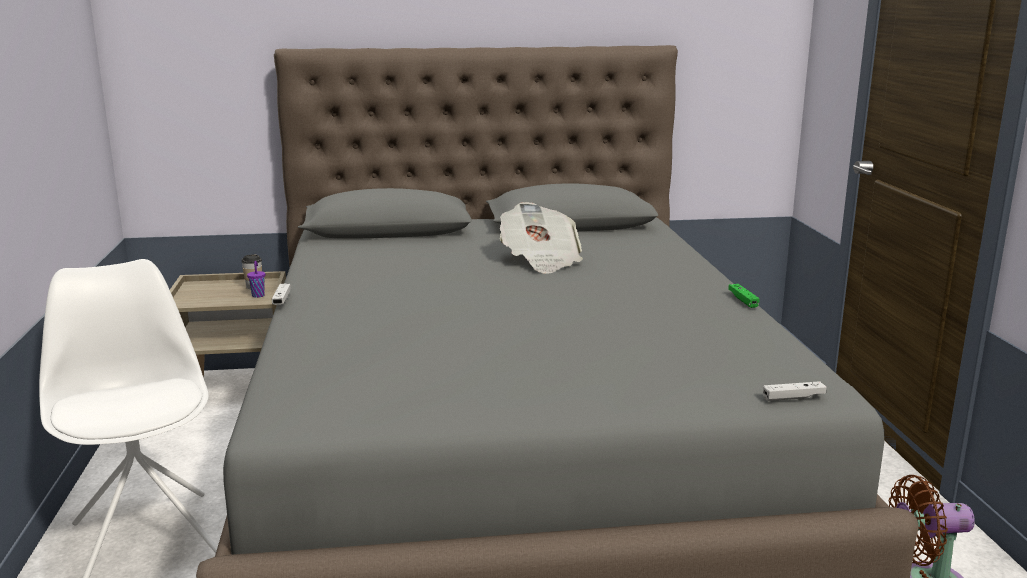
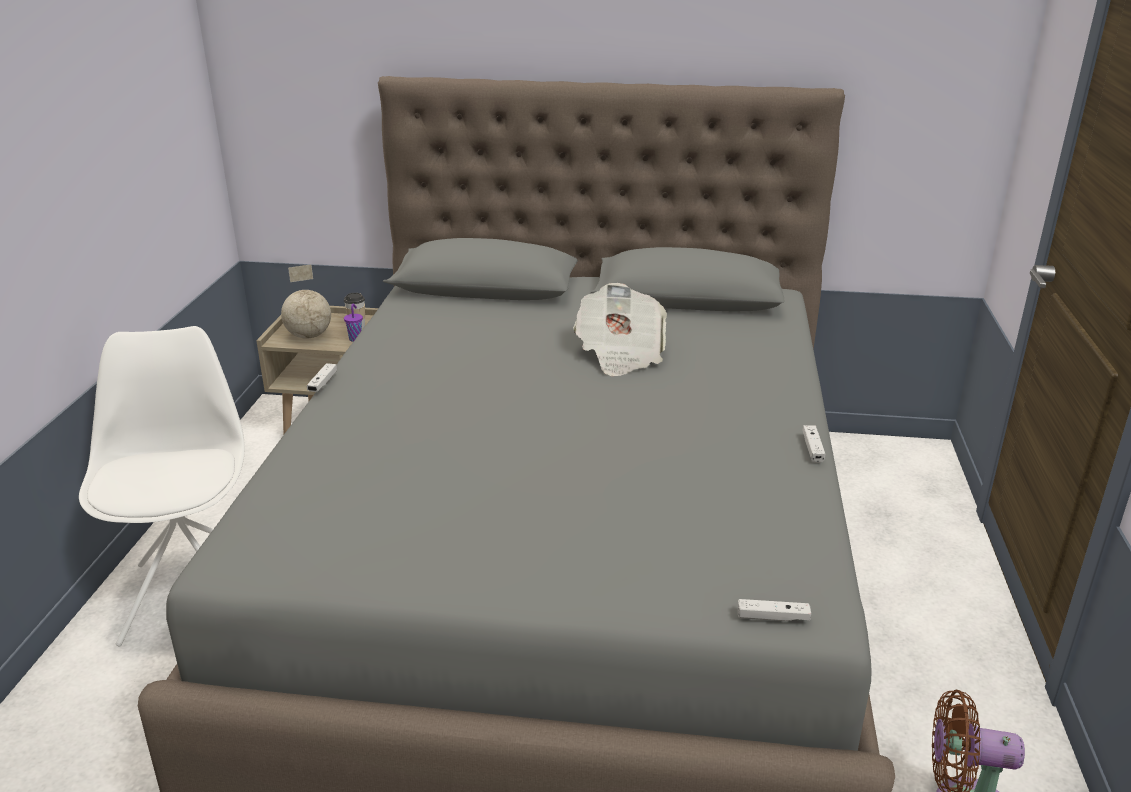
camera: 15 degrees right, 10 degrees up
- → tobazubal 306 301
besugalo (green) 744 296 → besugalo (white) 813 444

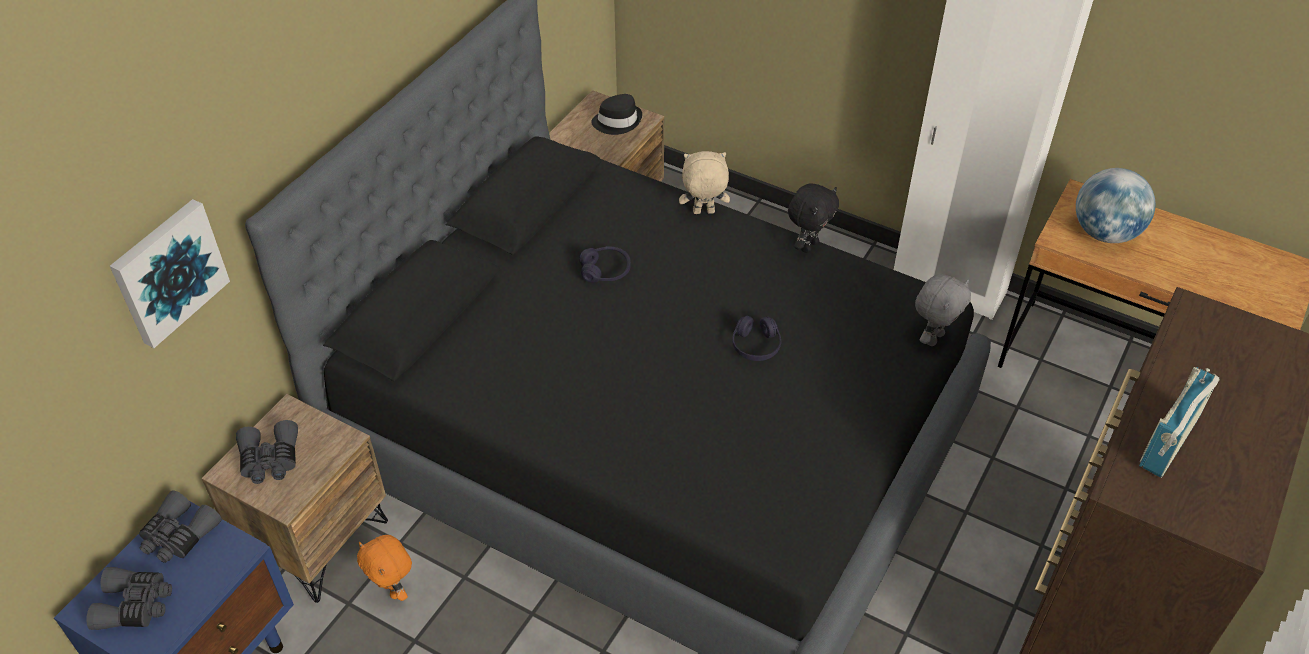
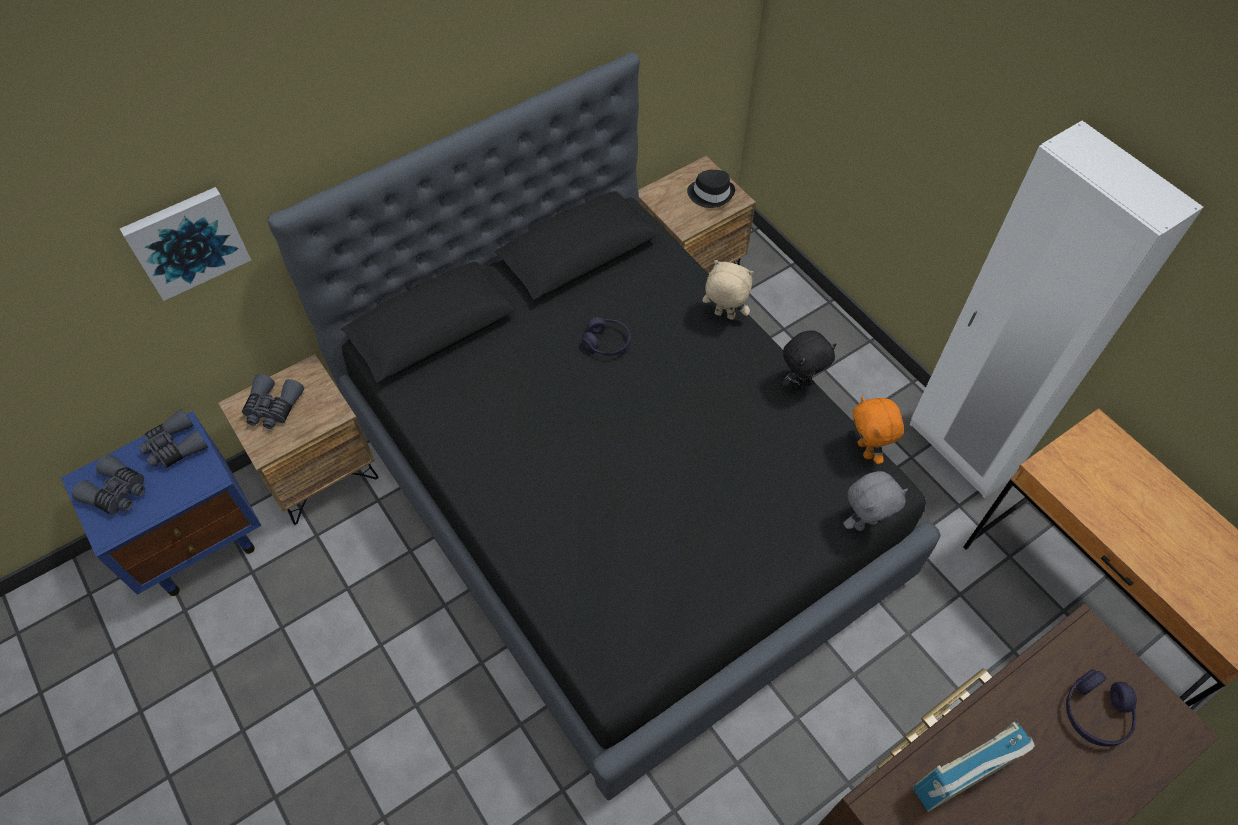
camera: 25 degrees right, 10 degrees up
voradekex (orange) 384 568 → voradekex (orange) 878 430, relocated
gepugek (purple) 757 338 → gepugek (purple) 1101 708, relocated
tobazubal 1115 205 → -

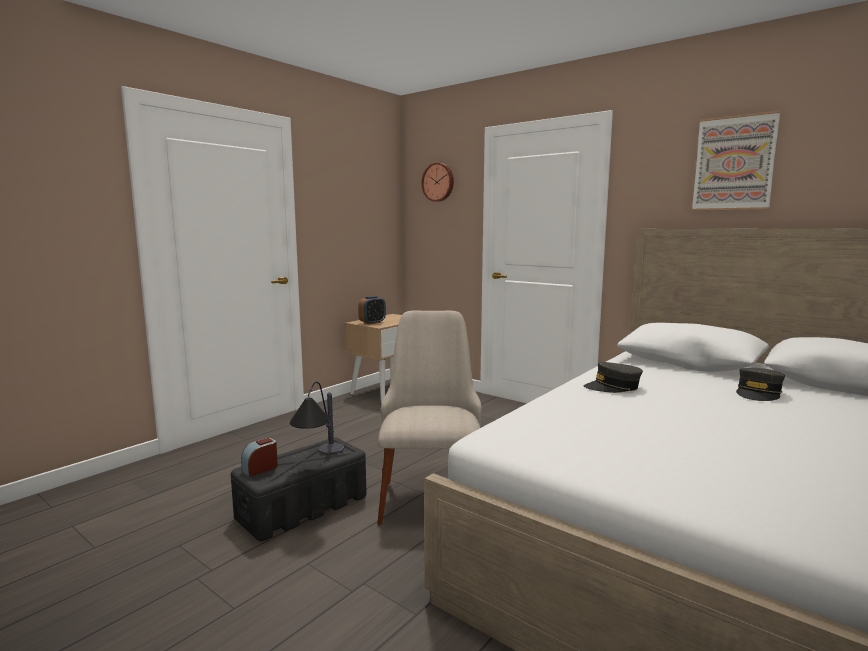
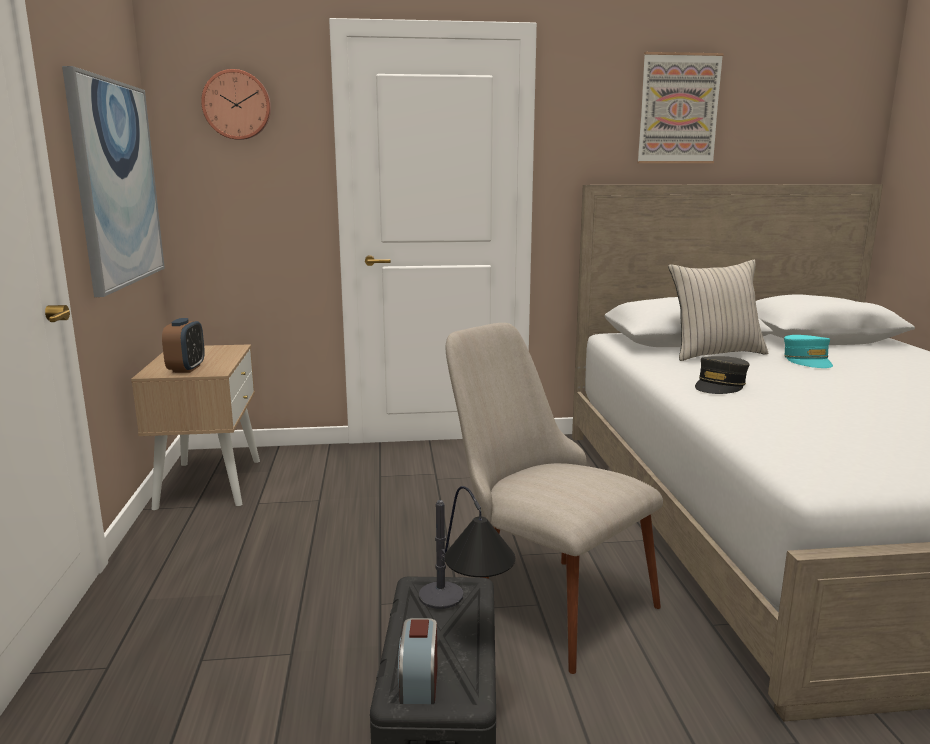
camera: 45 degrees left, 5 degrees up
- → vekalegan 113 181
- → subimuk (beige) 718 310
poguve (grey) 760 384 → poguve (turquoise) 808 351

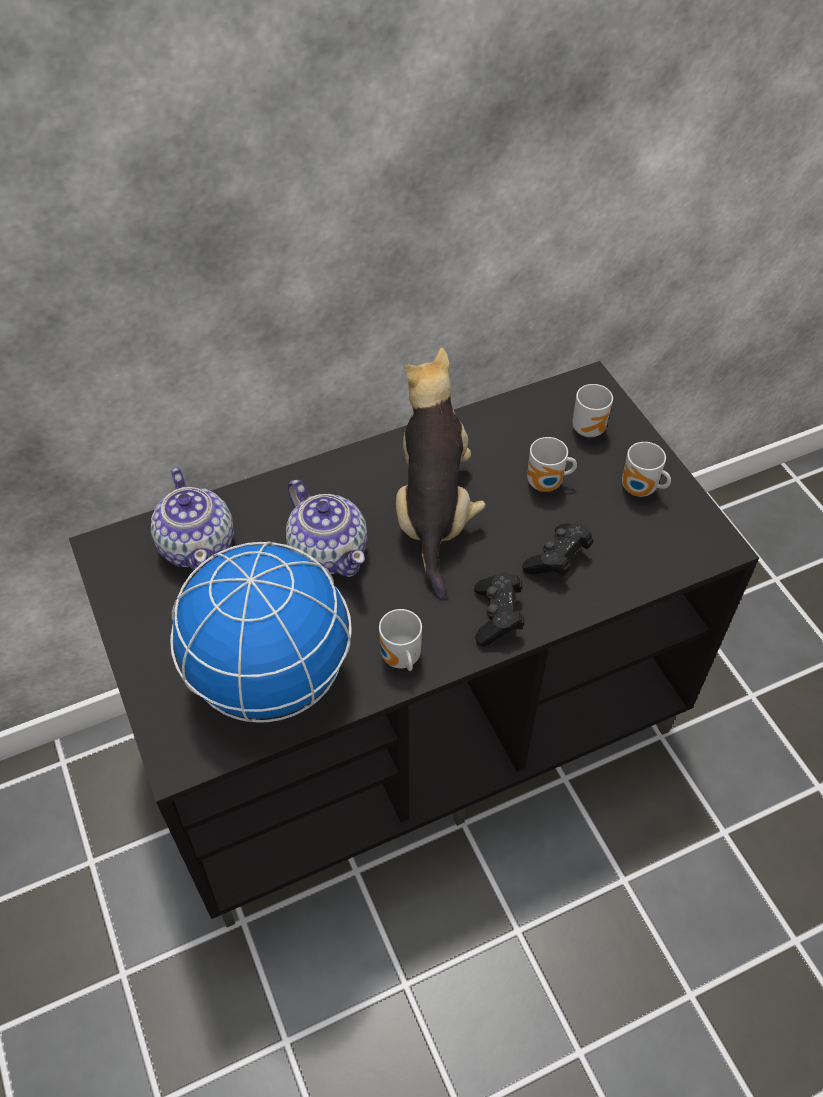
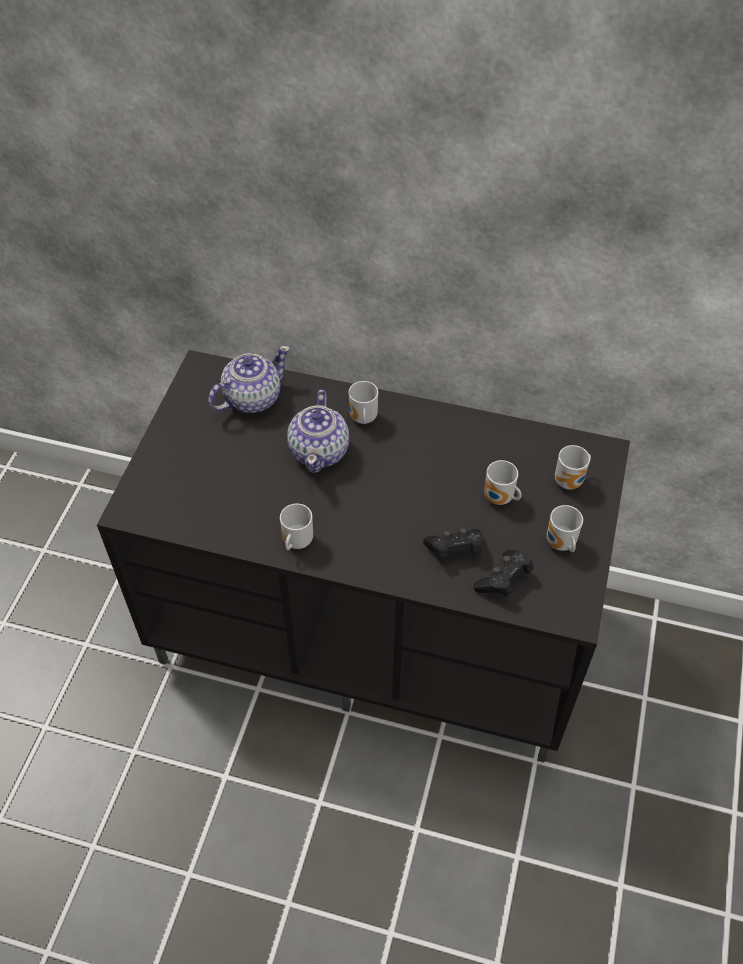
camera: 40 degrees right, 0 degrees up
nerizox 192 520 → nerizox 249 379, 150 degrees counterclockwise
- → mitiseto 363 402
besugalo (black) 499 610 → besugalo (black) 504 573, relocated
tobazubal 261 632 → -
voradekex 441 473 → -

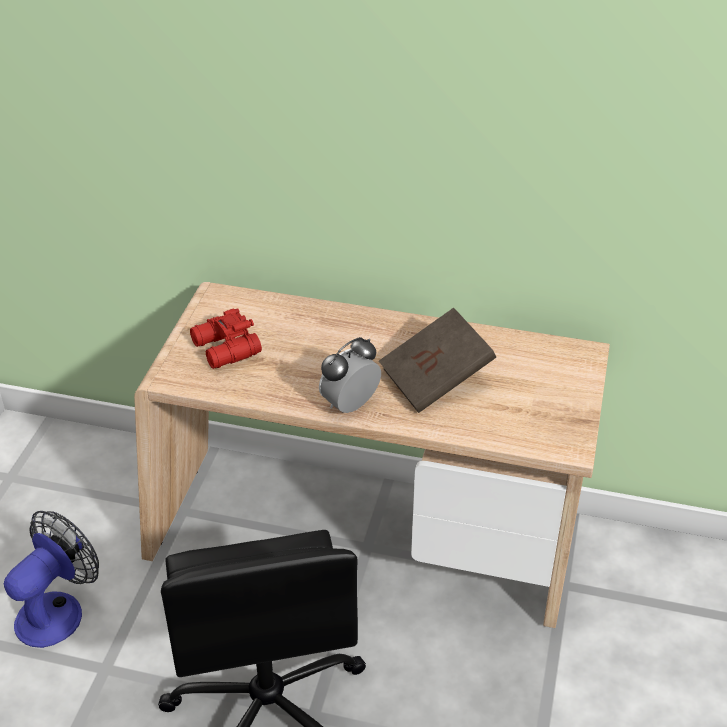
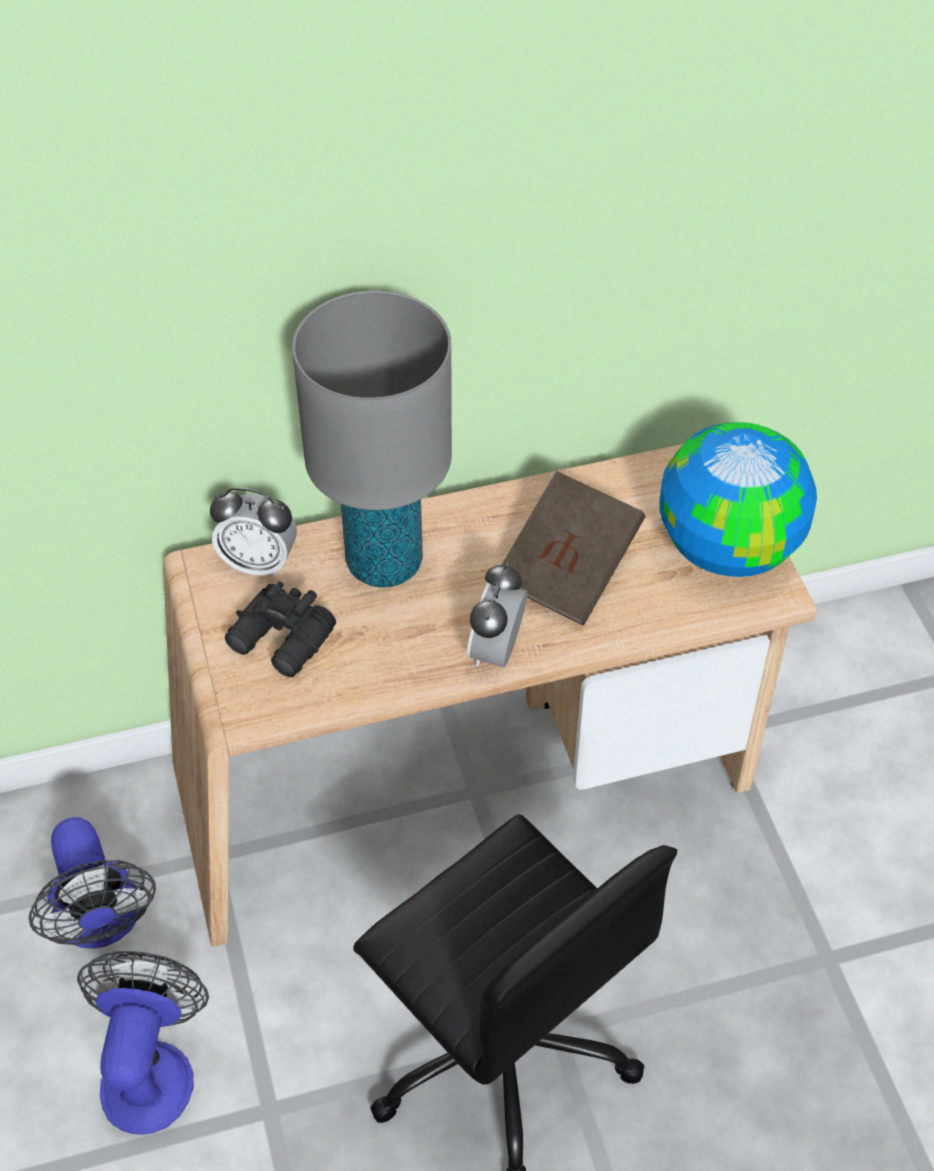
camera: 30 degrees left, 10 degrees up
- → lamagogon 92 883
- → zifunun 253 532
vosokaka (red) 226 338 → vosokaka (black) 280 629
- → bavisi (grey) 372 439
- → tobazubal 738 499

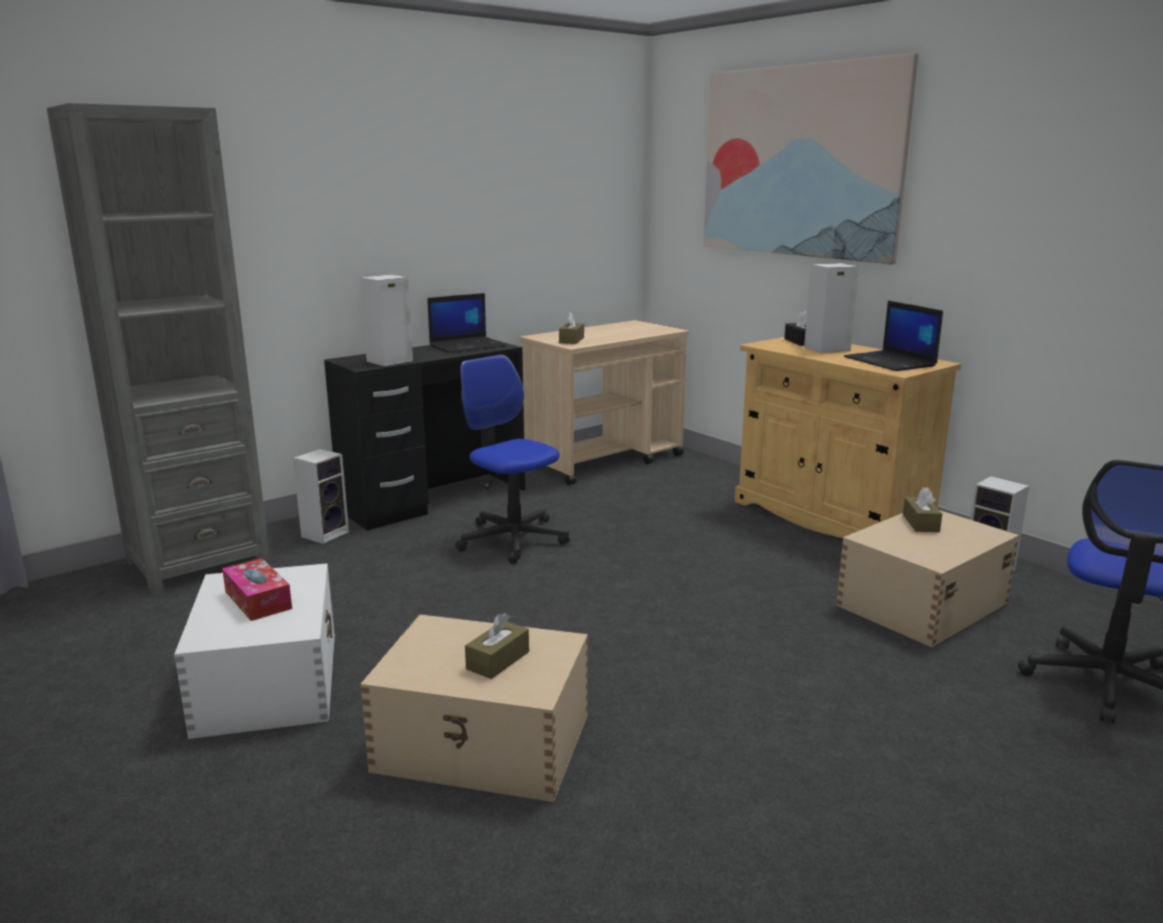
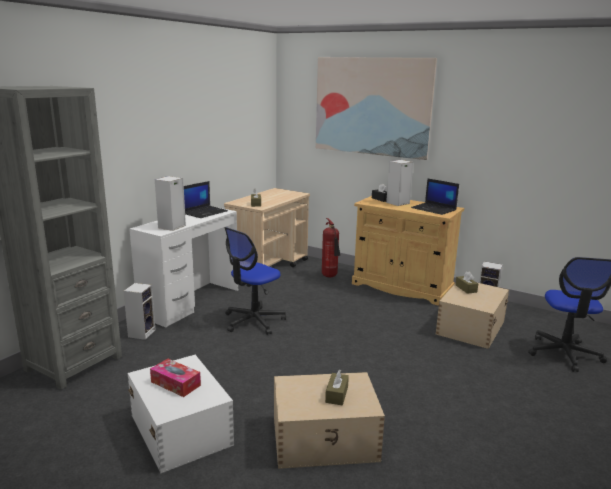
camera: 20 degrees left, 0 degrees up
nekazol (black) 424 435 → nekazol (white) 183 267
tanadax 512 459 → tanadax 255 281, 75 degrees counterclockwise
- → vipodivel 331 247

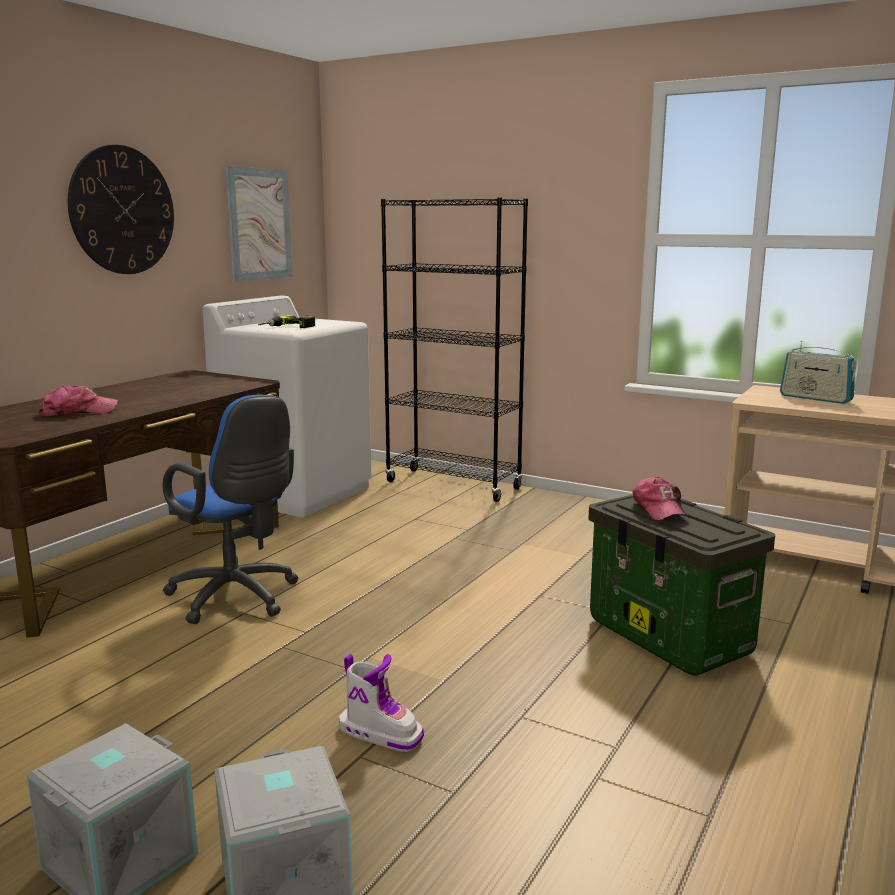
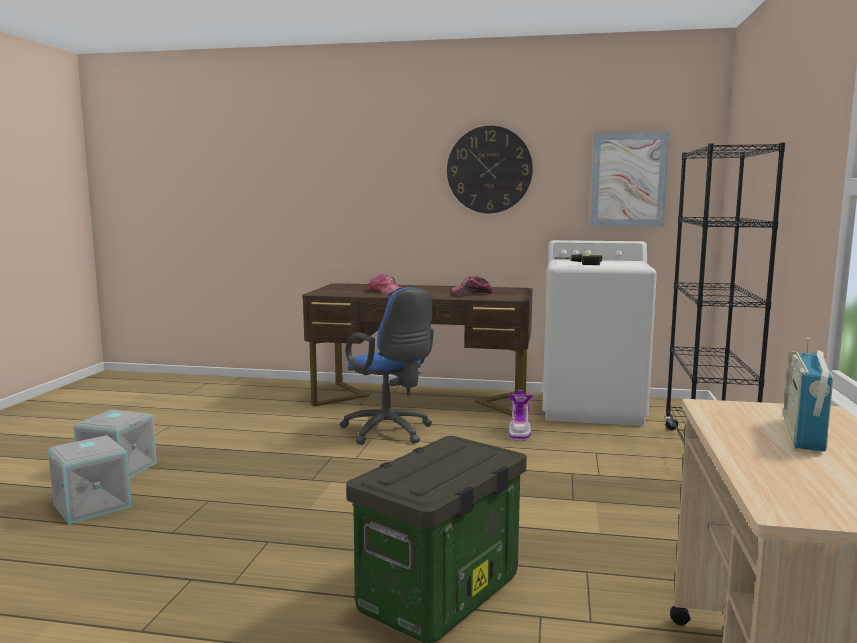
camera: 70 degrees right, 5 degrees down
tanadax (blue) 231 509 → tanadax (blue) 387 366, 60 degrees counterclockwise
poguve 660 498 → poguve 471 286, relocated
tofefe 381 703 → tofefe 520 415, relocated

